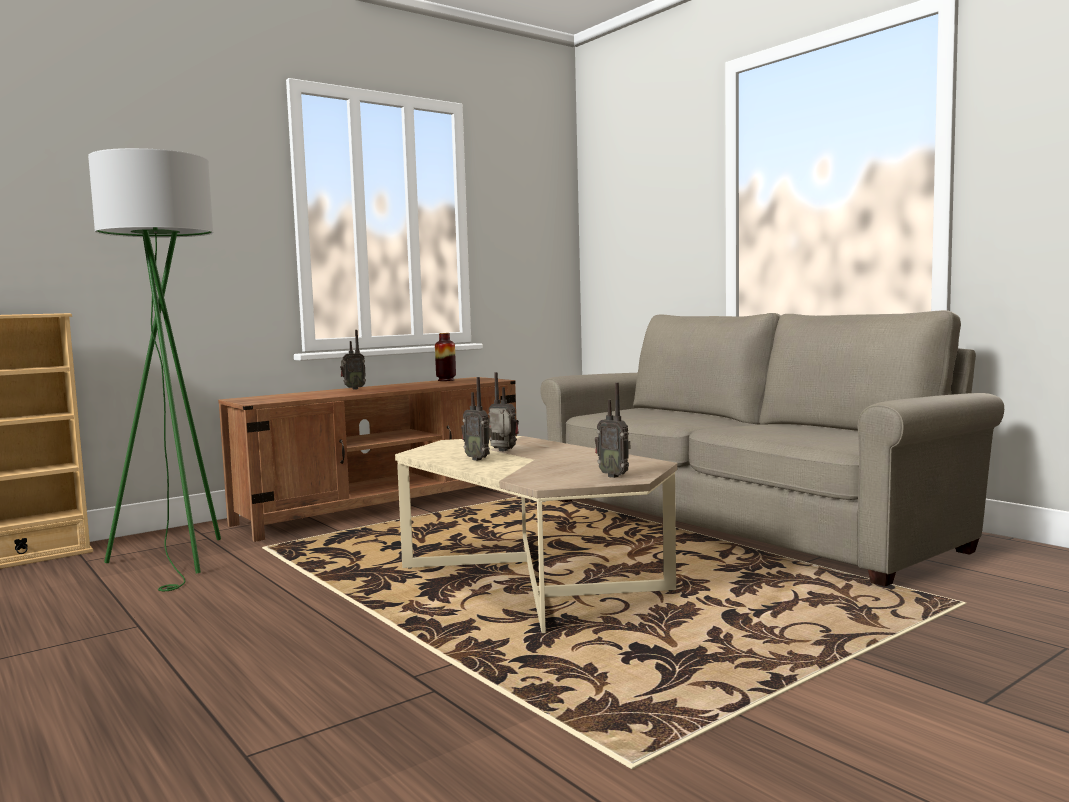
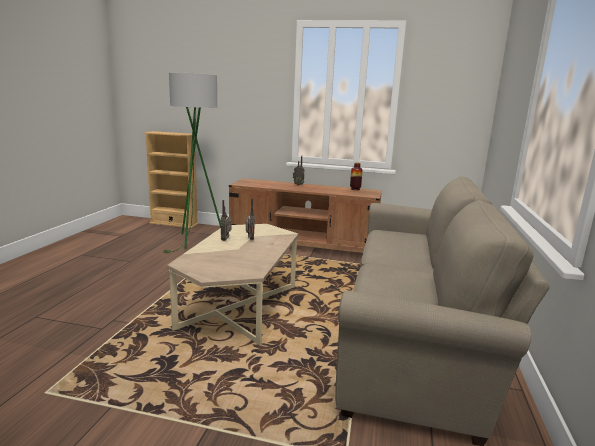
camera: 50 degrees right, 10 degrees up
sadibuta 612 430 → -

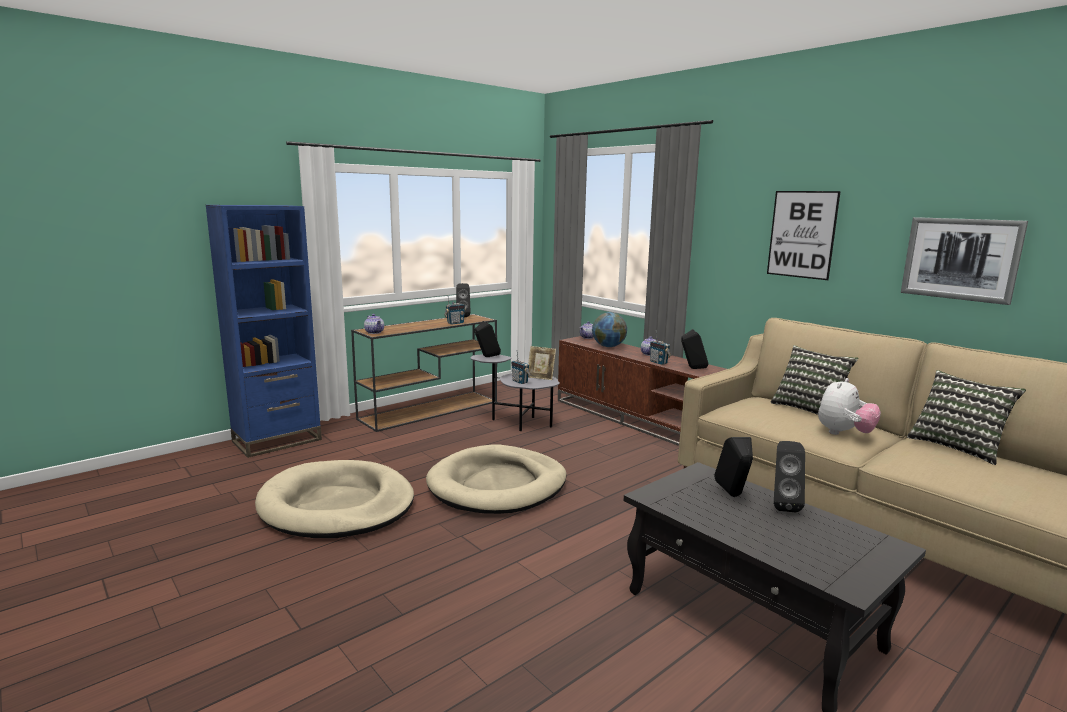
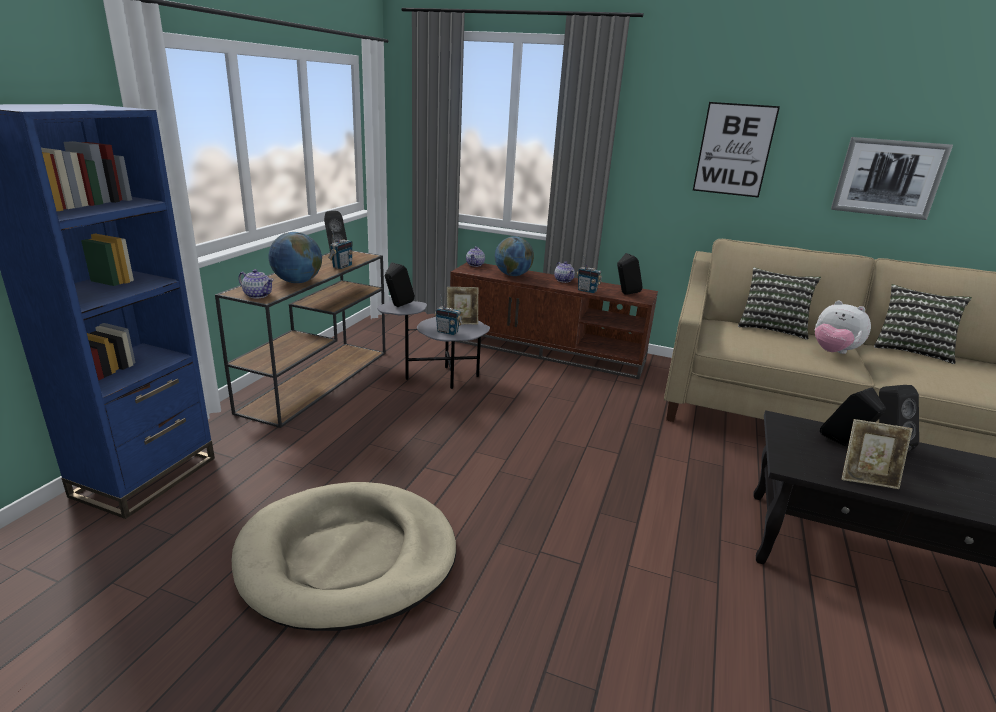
camera: 30 degrees left, 10 degrees up
- → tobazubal 295 257
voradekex 849 406 → voradekex 843 327, 120 degrees clockwise
- → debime 877 454
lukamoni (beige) 496 479 → -

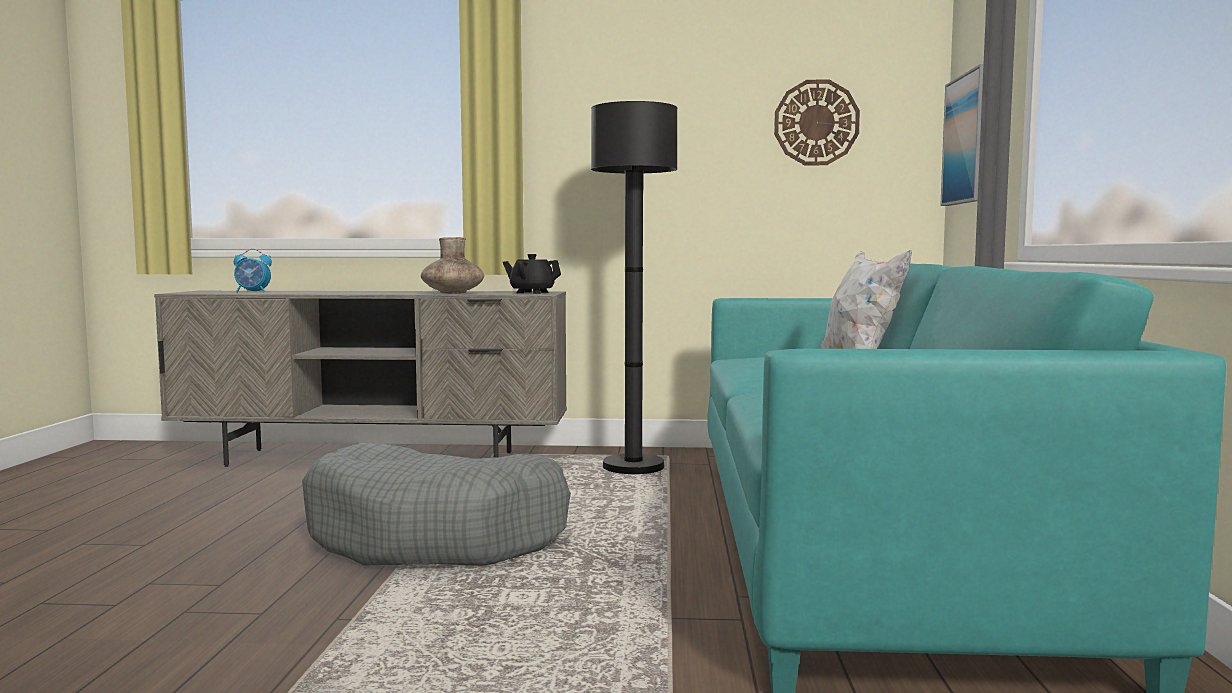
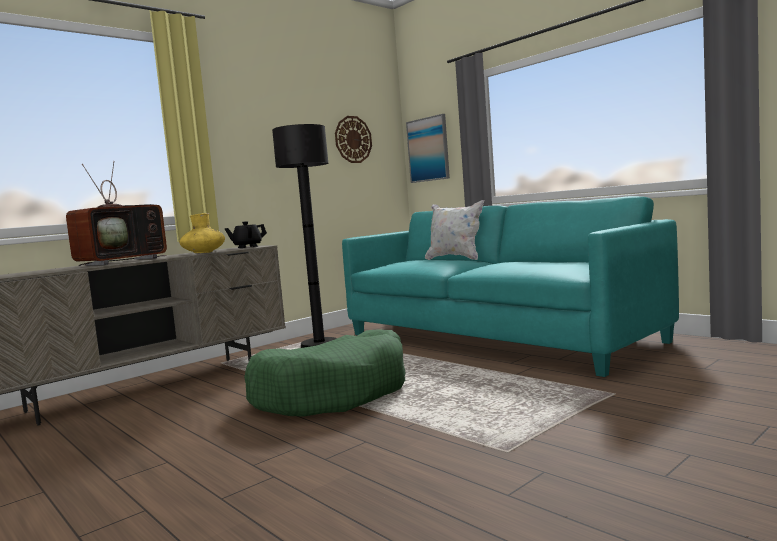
camera: 45 degrees left, 0 degrees up
- → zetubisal 116 213
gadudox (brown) 452 265 → gadudox (yellow) 202 233
lukamoni (grey) 436 504 → lukamoni (green) 325 372
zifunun 253 270 → -

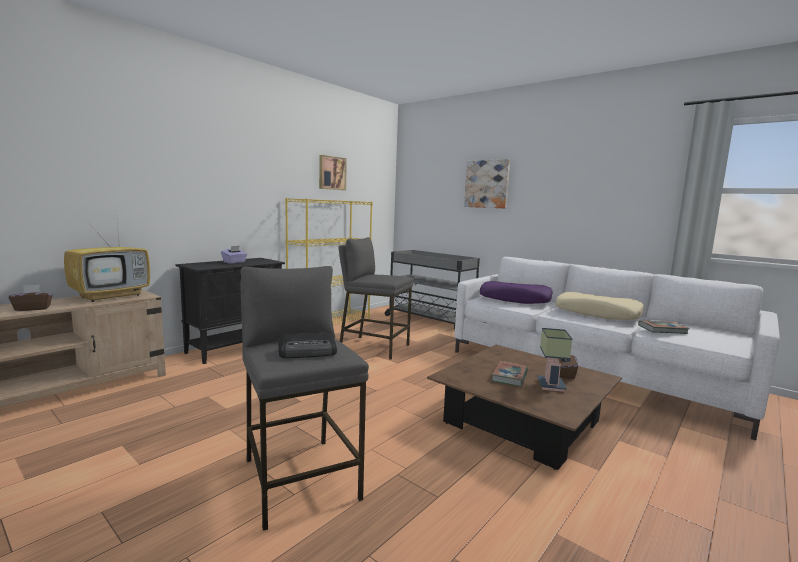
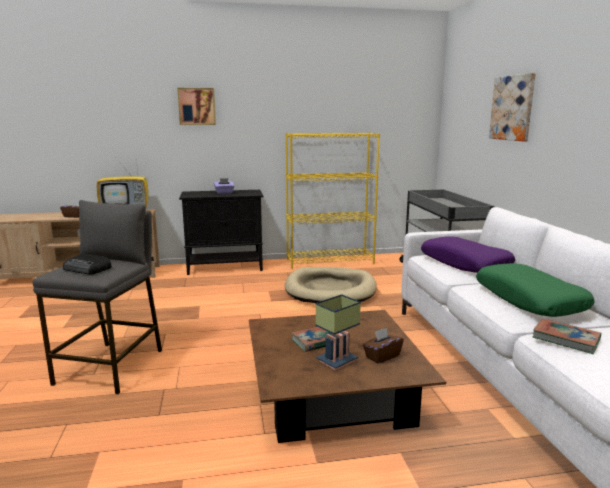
camera: 40 degrees right, 5 degrees up
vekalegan 333 172 → vekalegan 196 106, relocated
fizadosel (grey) 376 298 → lukamoni (beige) 331 285
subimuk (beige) 600 306 → subimuk (green) 535 290

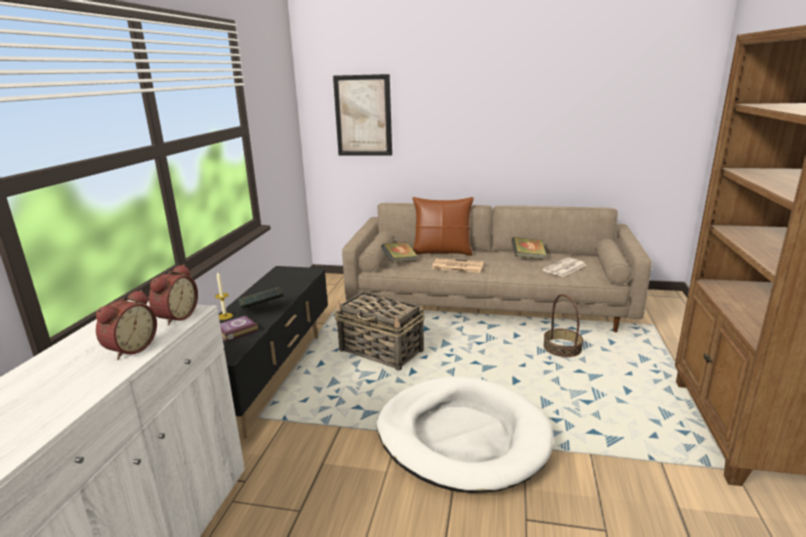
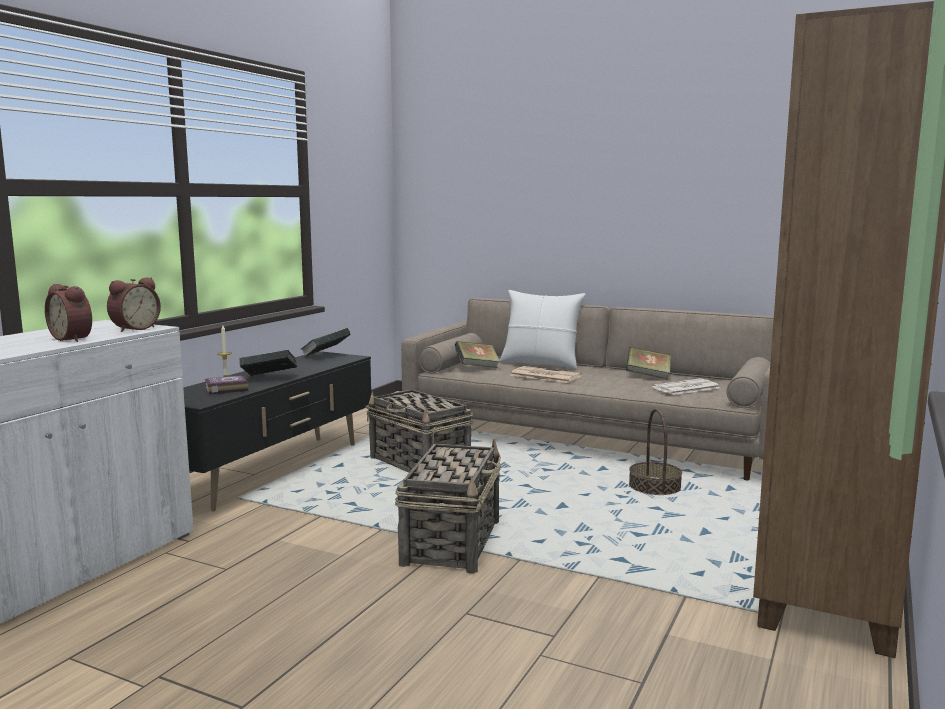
camera: 15 degrees right, 10 degrees down
zifunun 126 325 → zifunun 68 313, 90 degrees clockwise
- → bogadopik 326 342
lukamoni (white) 465 435 → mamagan 448 506
subimuk (brown) 443 226 → subimuk (white) 542 330
vekalegan 362 115 → -

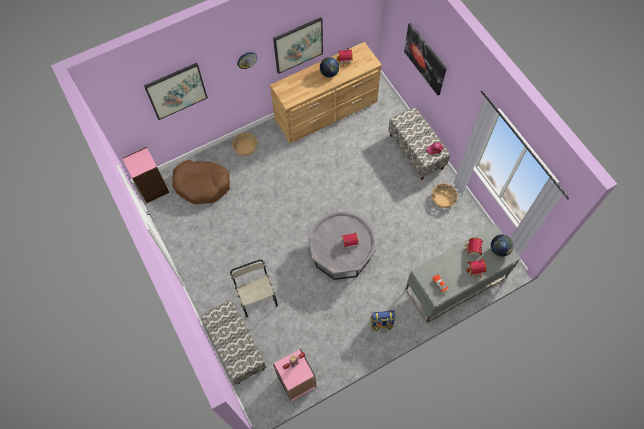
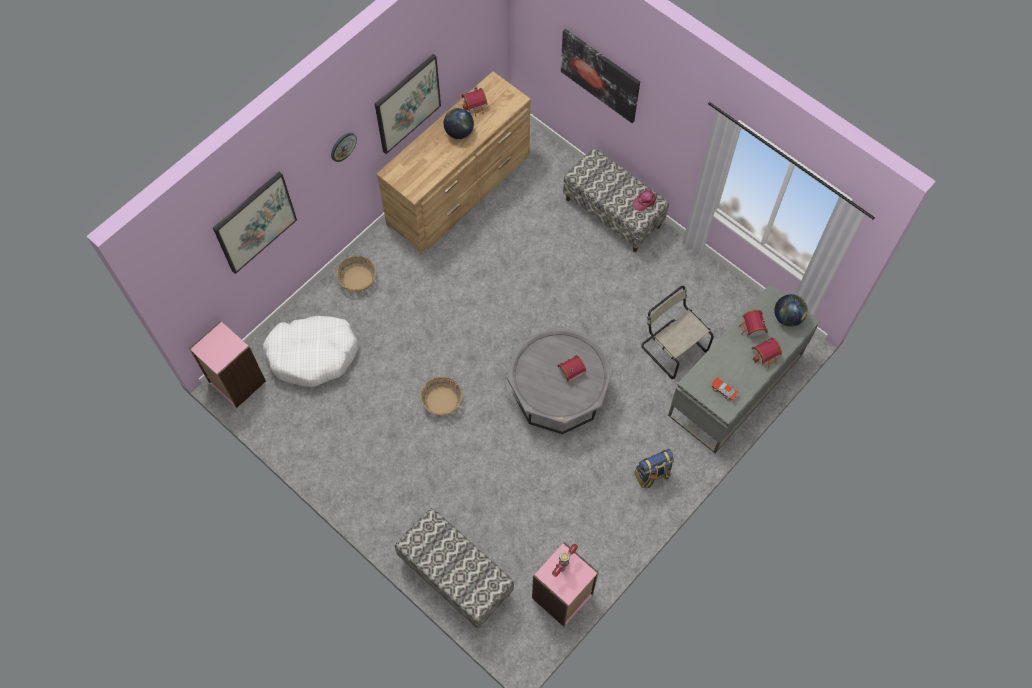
camera: 20 degrees left, 0 degrees up
lukamoni (brown) 201 182 → lukamoni (white) 310 351
mamagan 444 196 → mamagan 441 396, relocated
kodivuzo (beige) 254 288 → kodivuzo (beige) 677 332, relocated

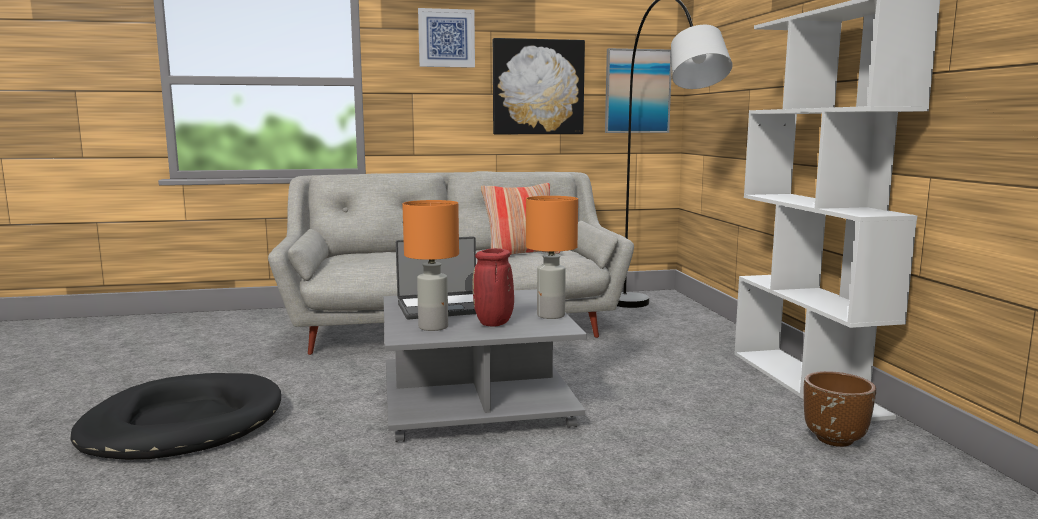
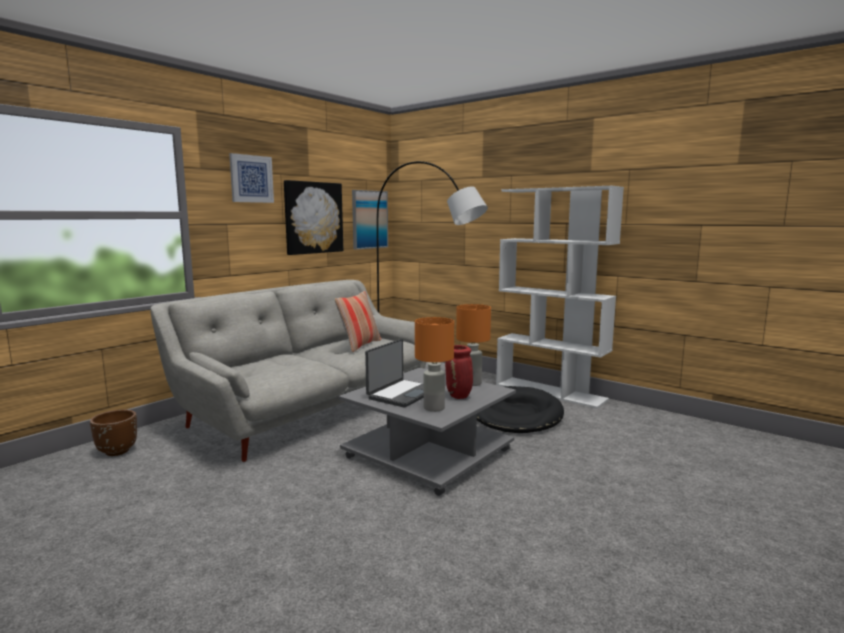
camera: 40 degrees left, 0 degrees up
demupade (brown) 840 409 → demupade (brown) 113 433, relocated
lukamoni (black) 175 416 → lukamoni (black) 520 409, relocated

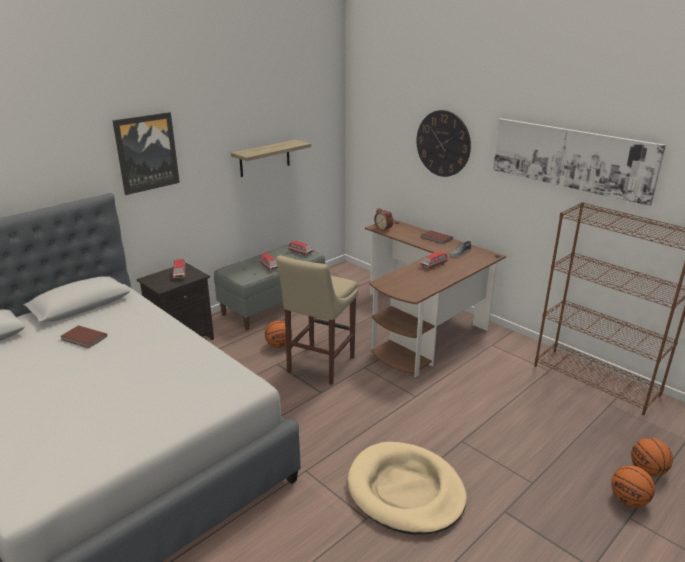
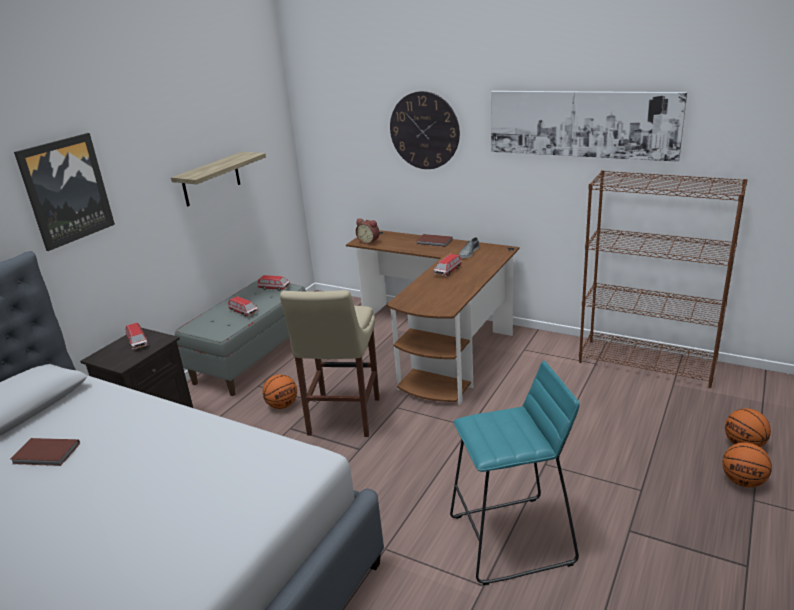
camera: 15 degrees left, 0 degrees up
lukamoni (beige) 407 488 → fizadosel (turquoise) 515 473

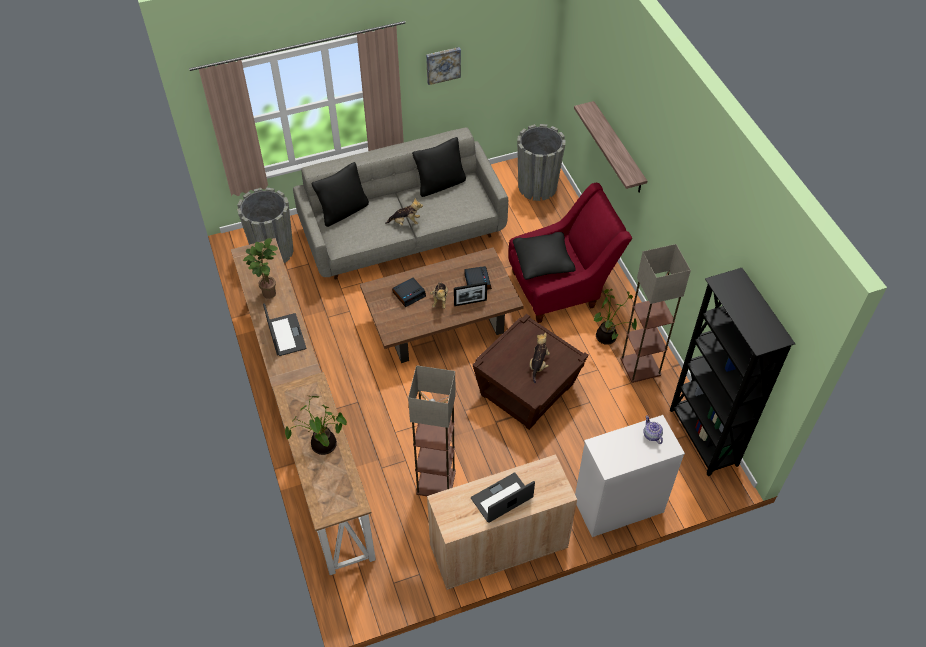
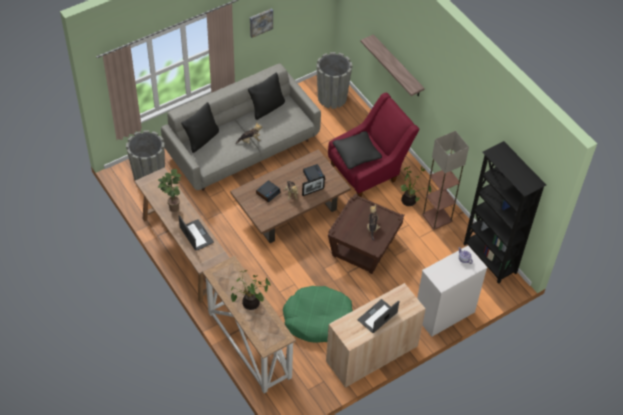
camera: 15 degrees left, 0 degrees up
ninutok 432 430 → lukamoni (green) 318 314

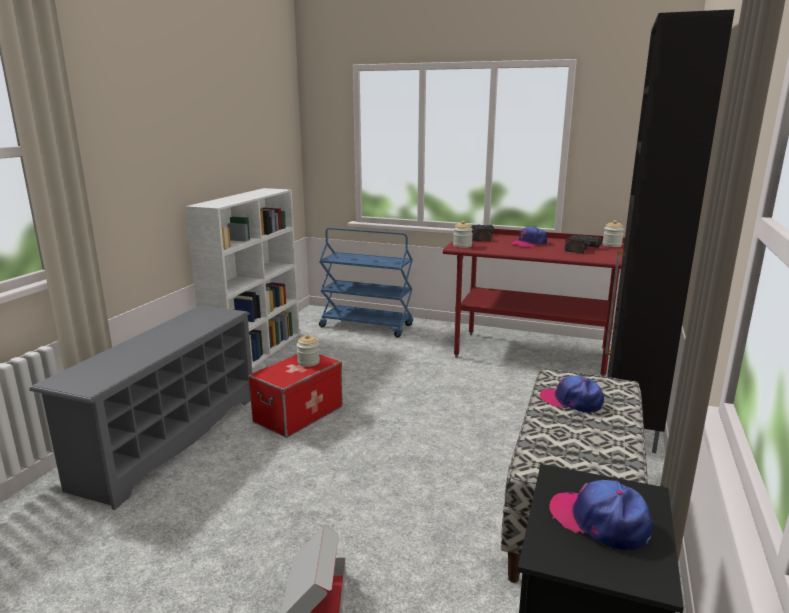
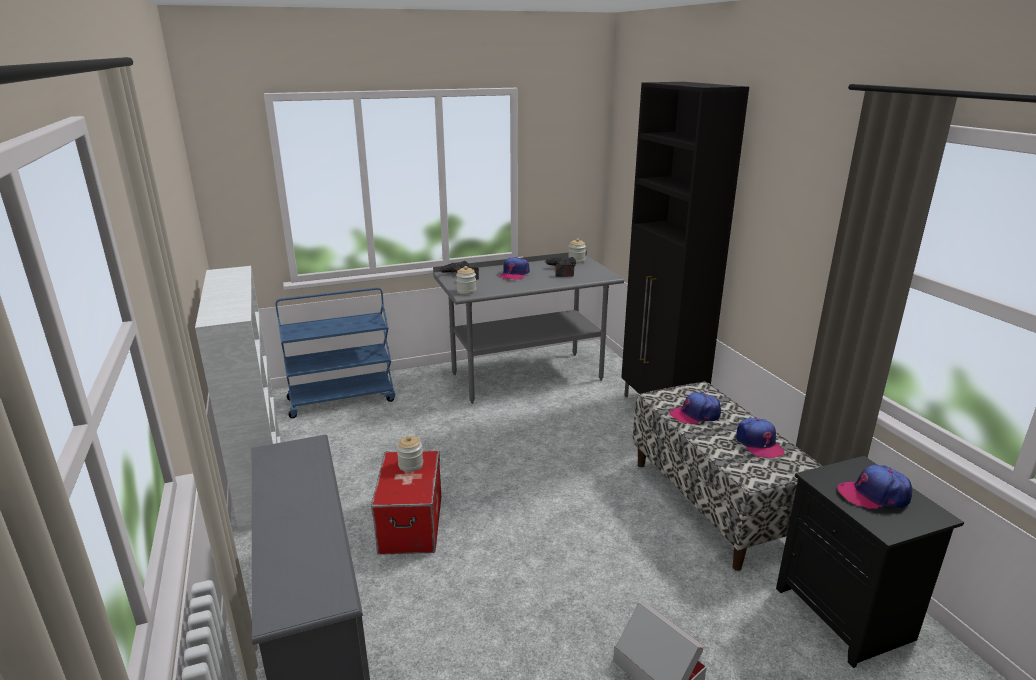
camera: 40 degrees left, 5 degrees up
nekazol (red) 534 303 → nekazol (grey) 528 327
- → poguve 760 438

